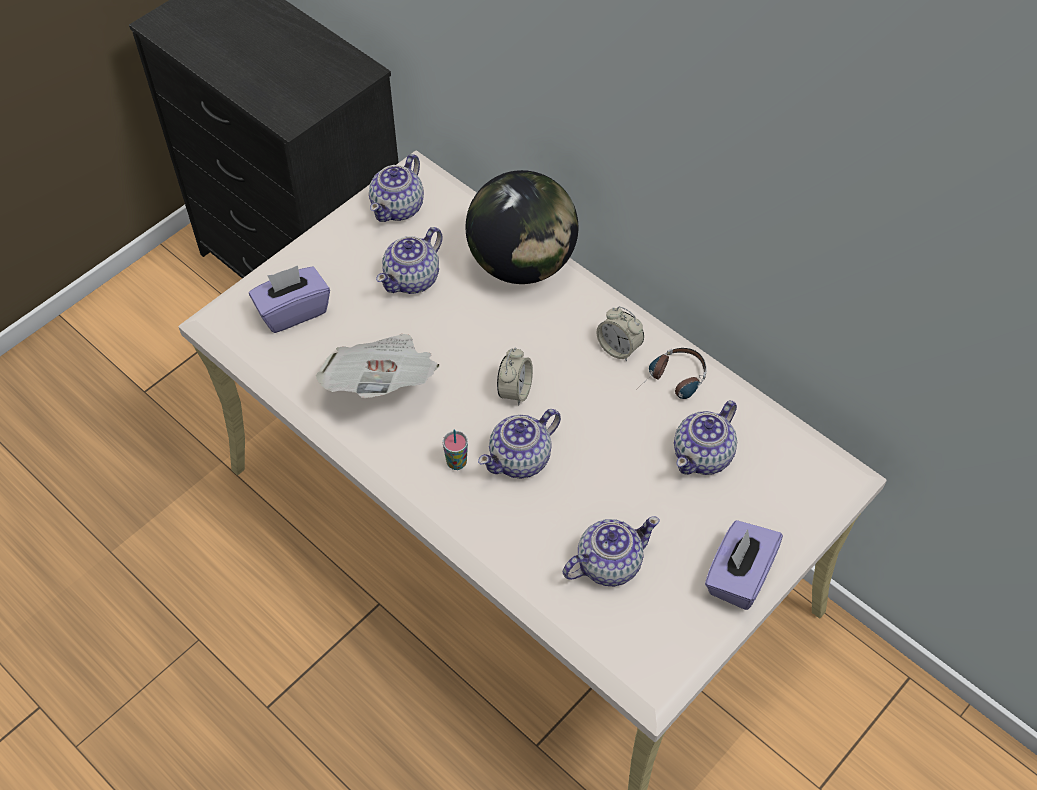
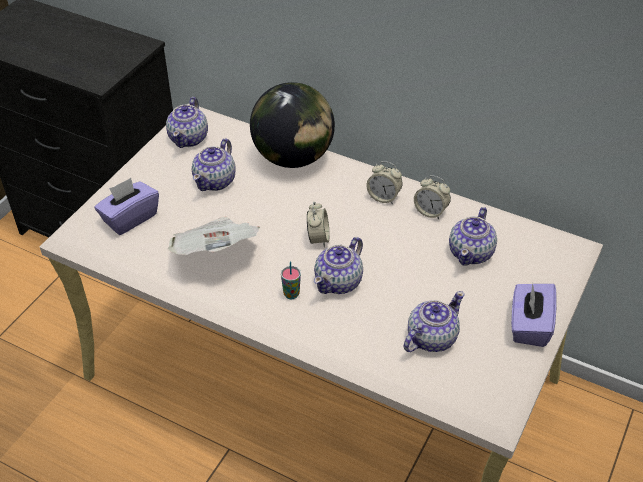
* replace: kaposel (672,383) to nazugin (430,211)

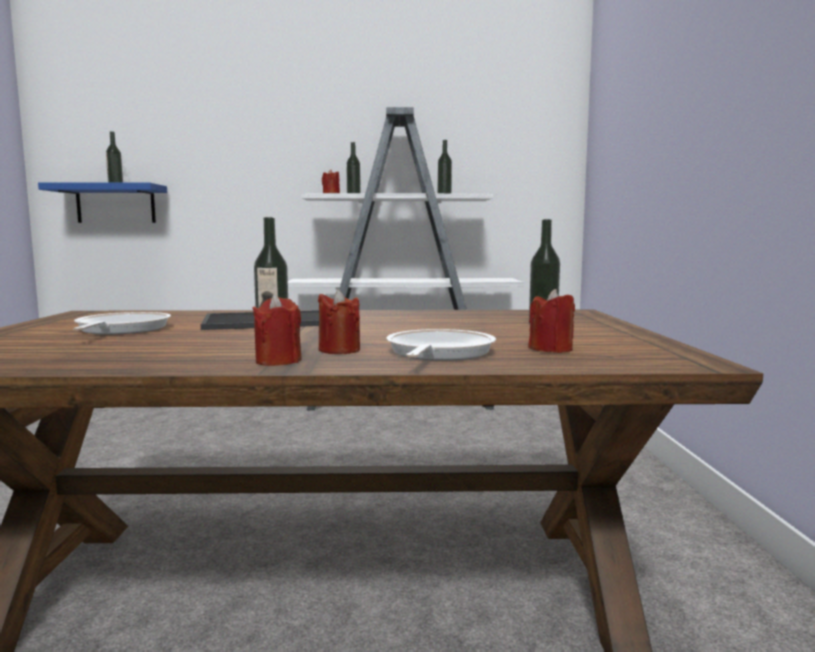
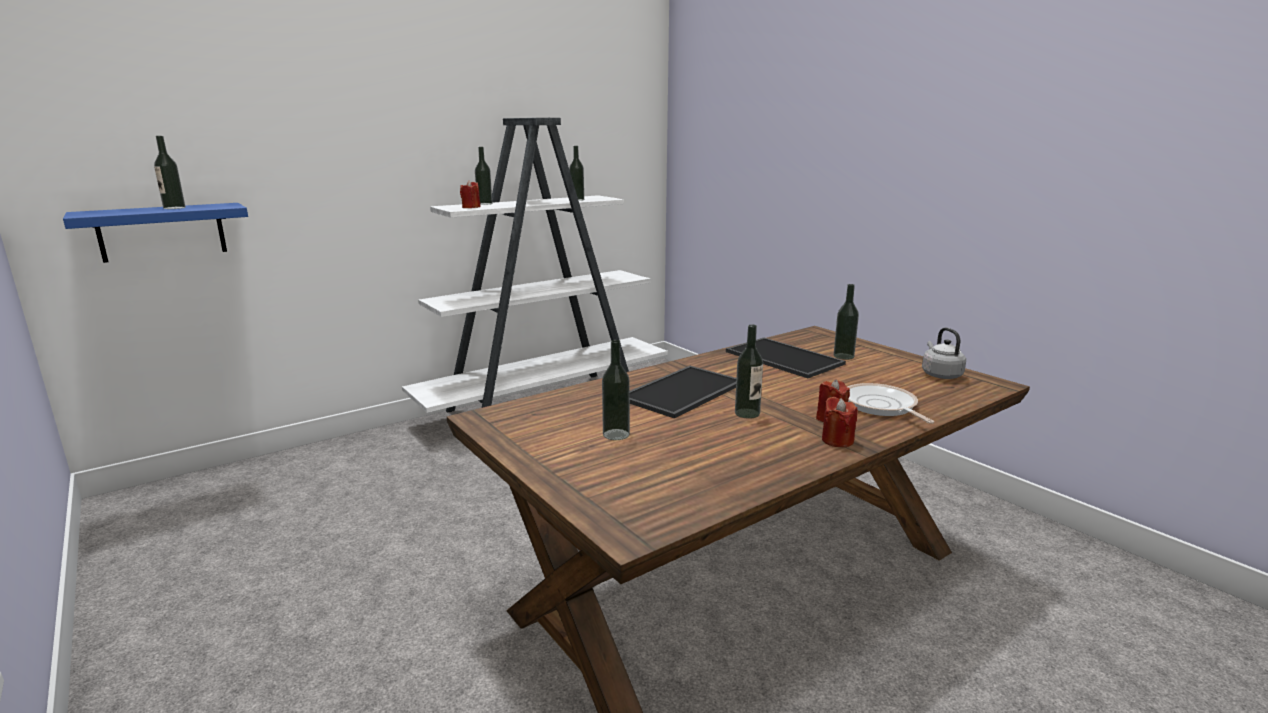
* replace: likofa (120,329) to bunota (616,434)
* insert: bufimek (781,358)
* insert: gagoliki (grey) (940,374)
* delete: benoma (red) (551,349)

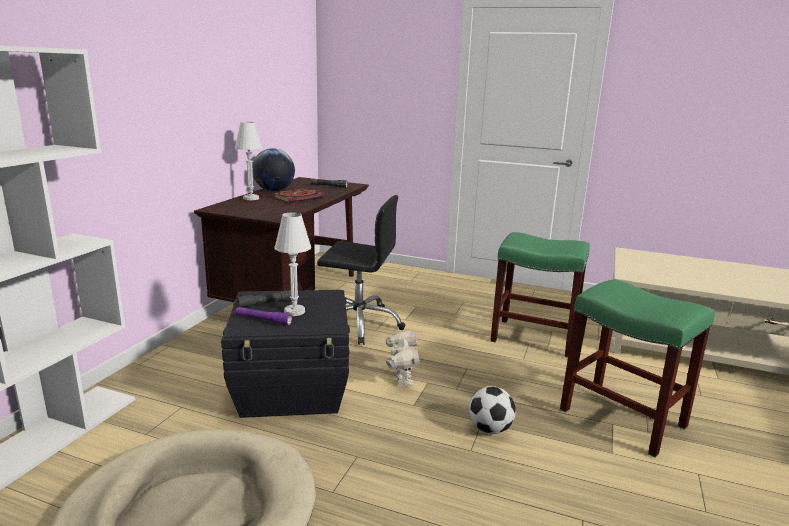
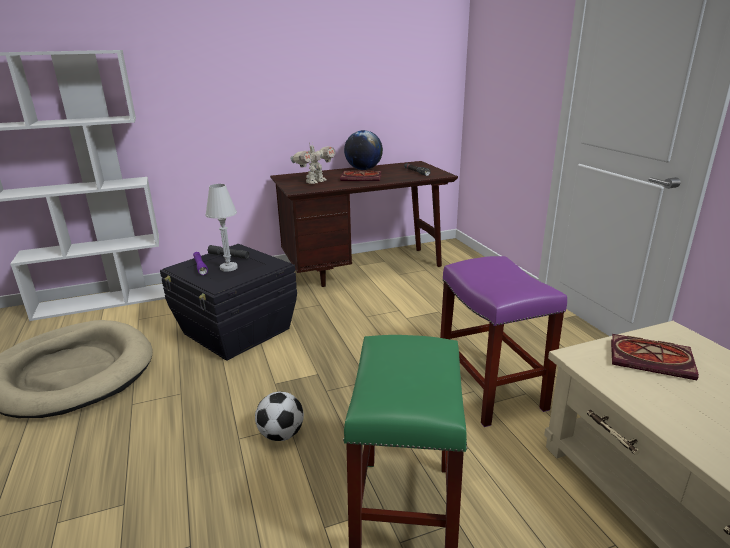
* move: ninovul (402,380) to (315,182)
* recolor: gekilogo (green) (535,337) to gekilogo (purple) (491,389)
* insert: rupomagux (652,359)
* delete: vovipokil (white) (251,198)
* delete: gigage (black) (359,323)

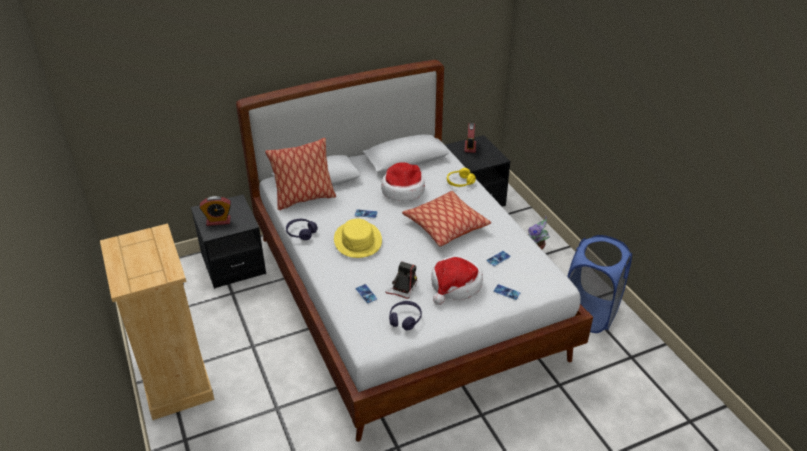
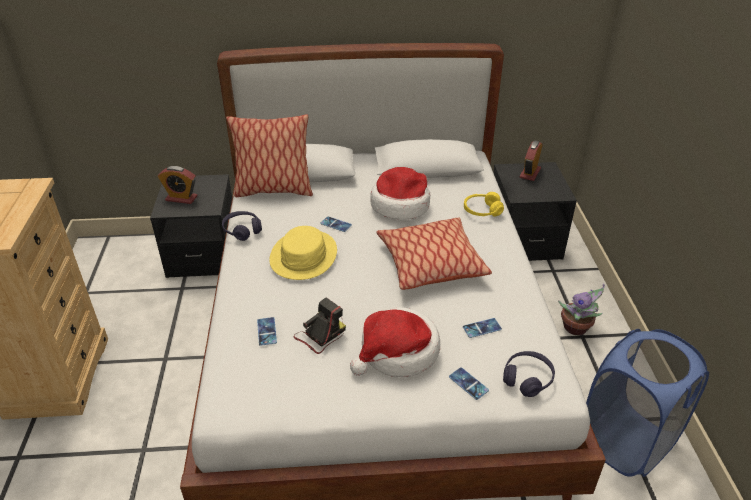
* move: kaposel (purple) (405,319) to (527,379)

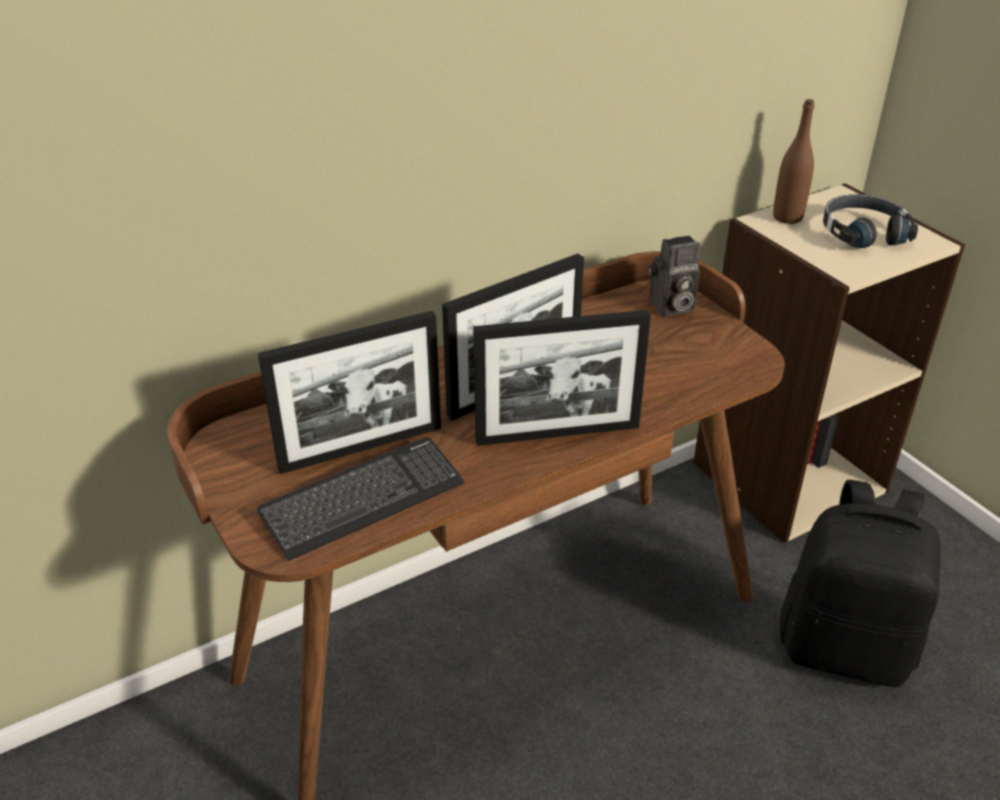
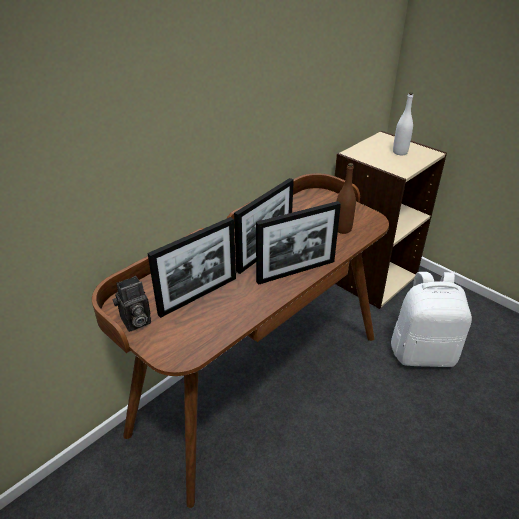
* move: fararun (670,308) to (135,322)
* move: bunota (brown) (787,217) to (342,229)
* recolor: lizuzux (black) (845,647) to lizuzux (white) (423,352)
* replace: kaposel (black) (863,232) to bunota (white) (400,152)
* delete: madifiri (362,500)

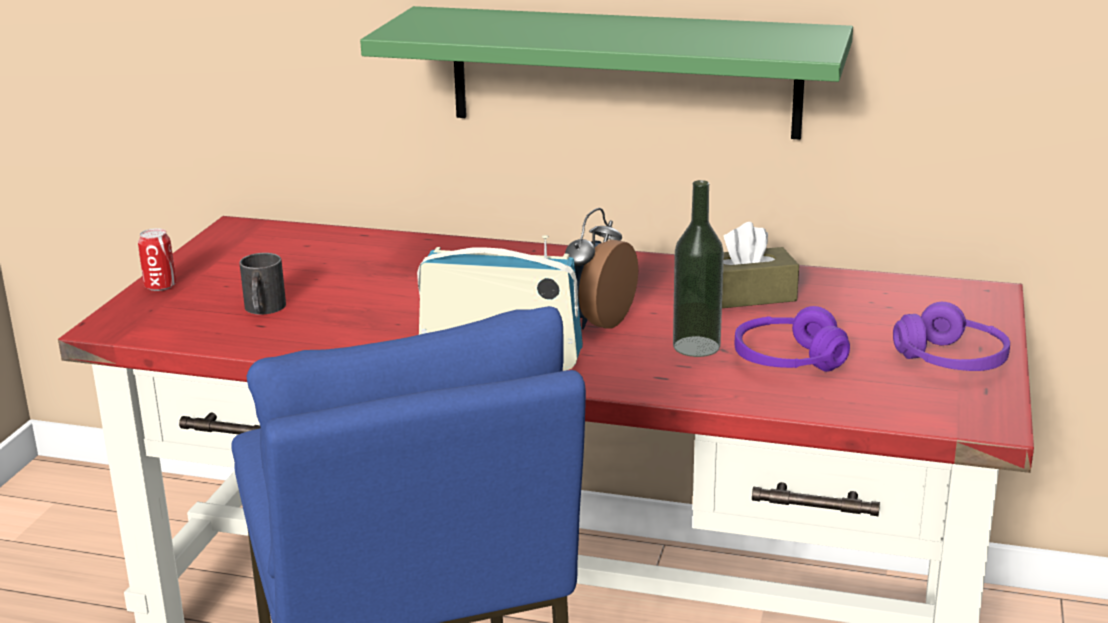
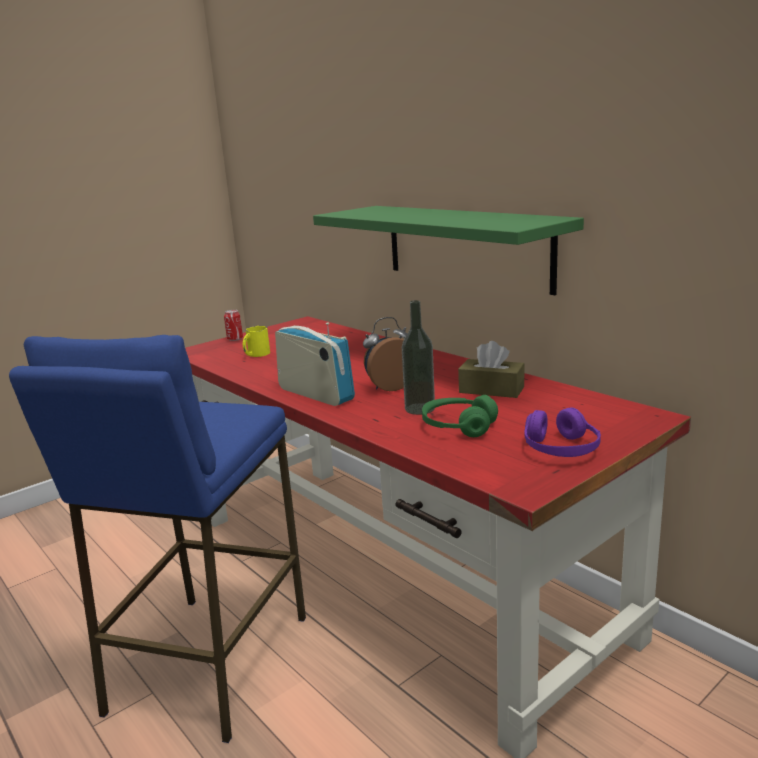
* recolor: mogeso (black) (263,309) to mogeso (yellow) (256,354)
* recolor: kaposel (purple) (788,360) to kaposel (green) (458,426)

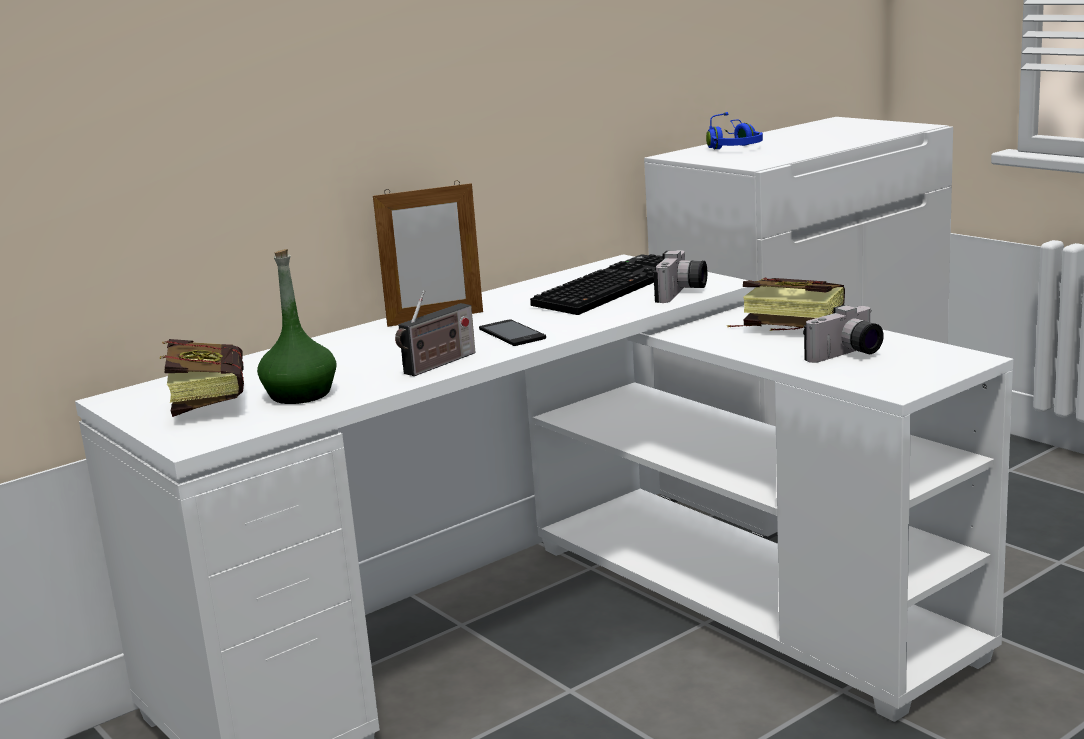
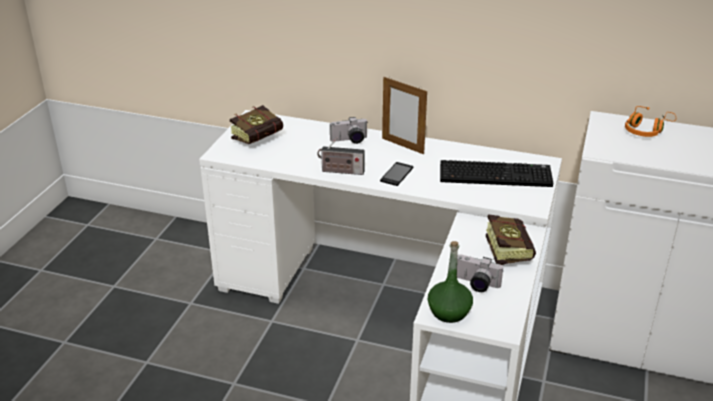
* move: fararun (682,293) to (349,140)
* move: bunota (green) (300,395) to (449,312)
* recolor: kaposel (blue) (734,147) to kaposel (orange) (647,130)

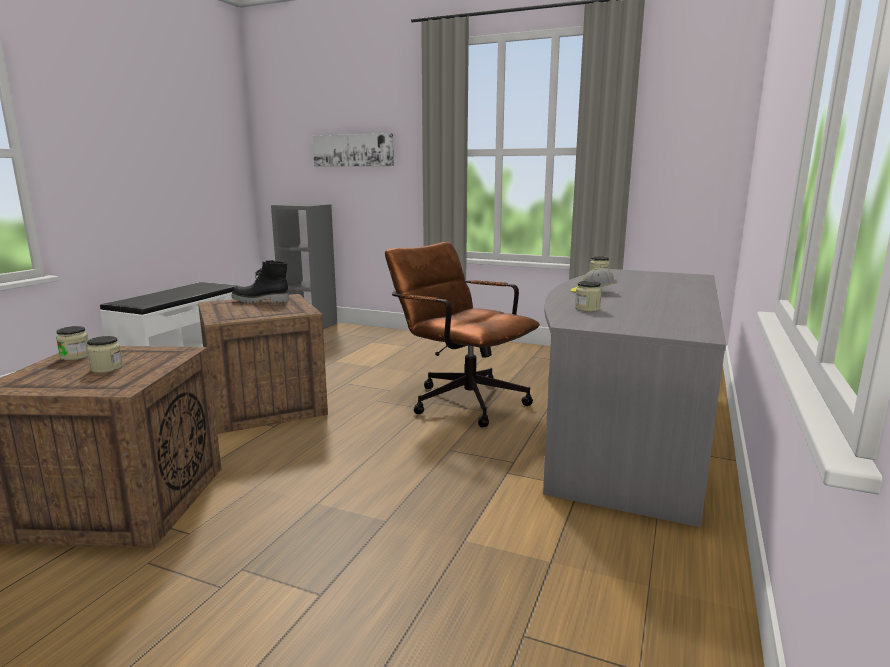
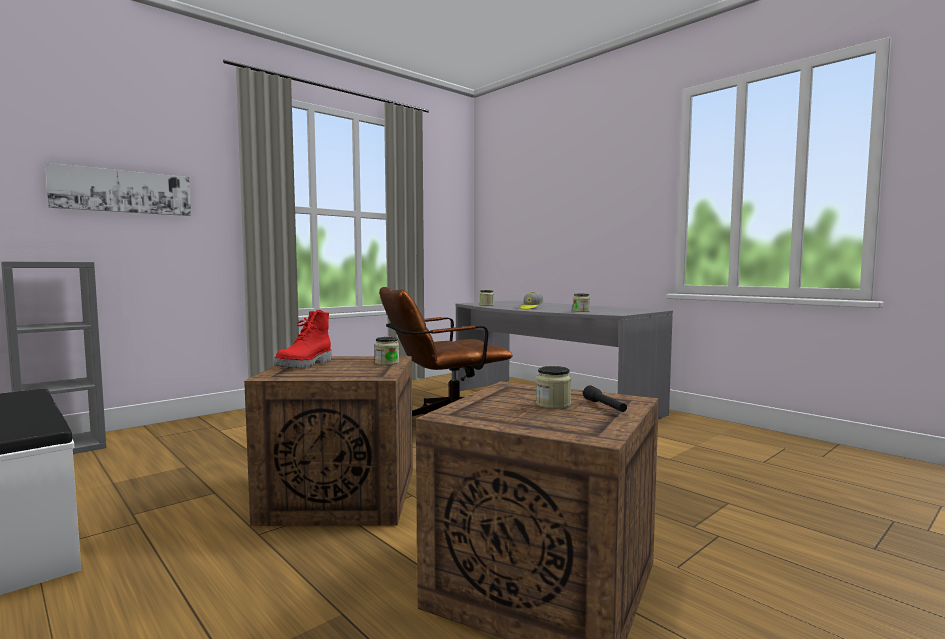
* recolor: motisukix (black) (260,301) to motisukix (red) (305,365)
* move: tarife (75,356) to (387,363)
* insert: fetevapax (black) (605,407)

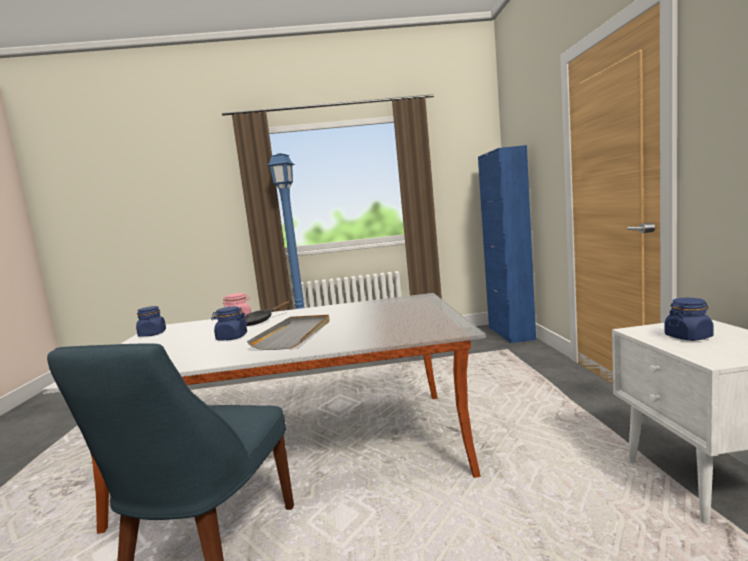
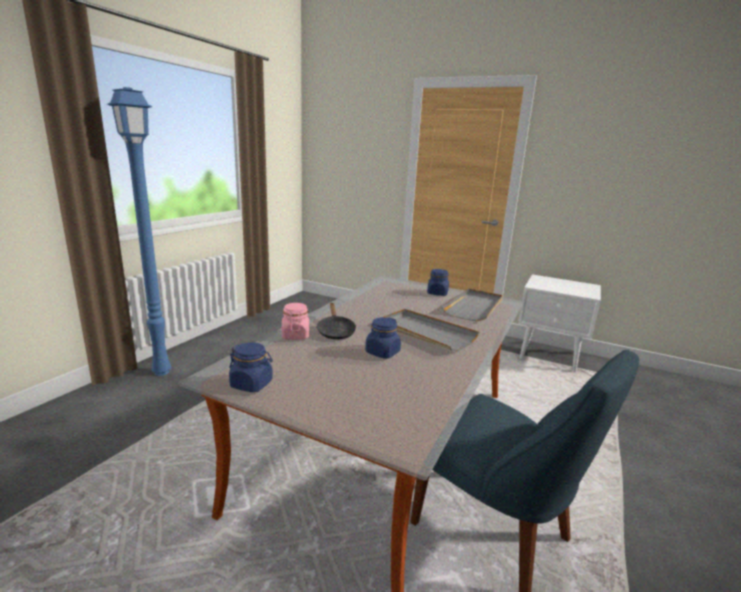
* move: tarife (blue) (688,337) to (437,293)
* insert: bufimek (grey) (474,307)
* delete: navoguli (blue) (510,333)

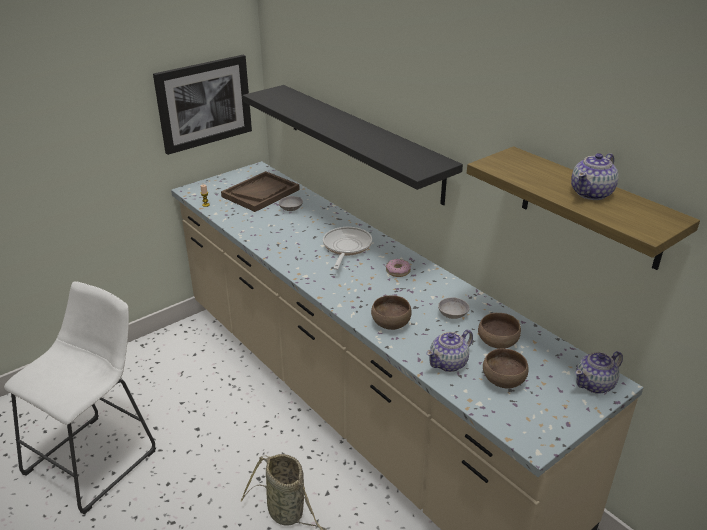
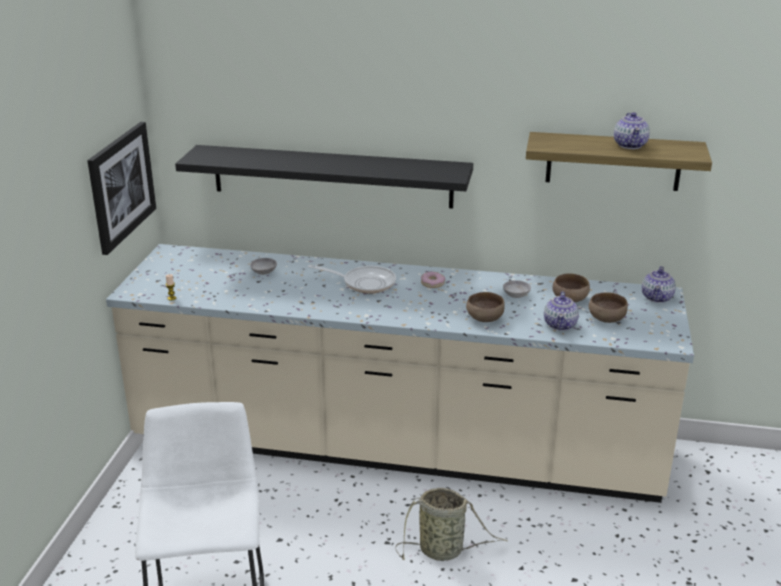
* rotate: likofa (346,248) = (364,283) 135 degrees clockwise
* delete: bufimek (brown) (261,193)

